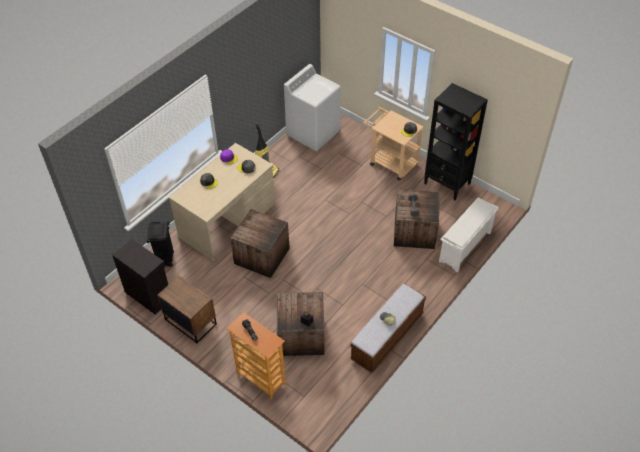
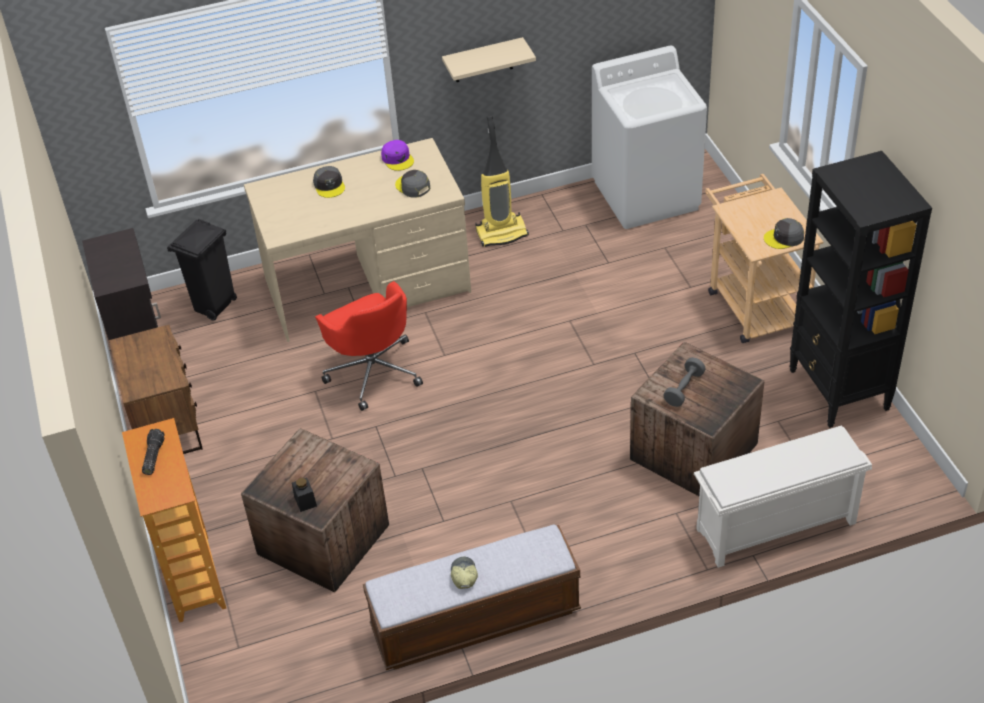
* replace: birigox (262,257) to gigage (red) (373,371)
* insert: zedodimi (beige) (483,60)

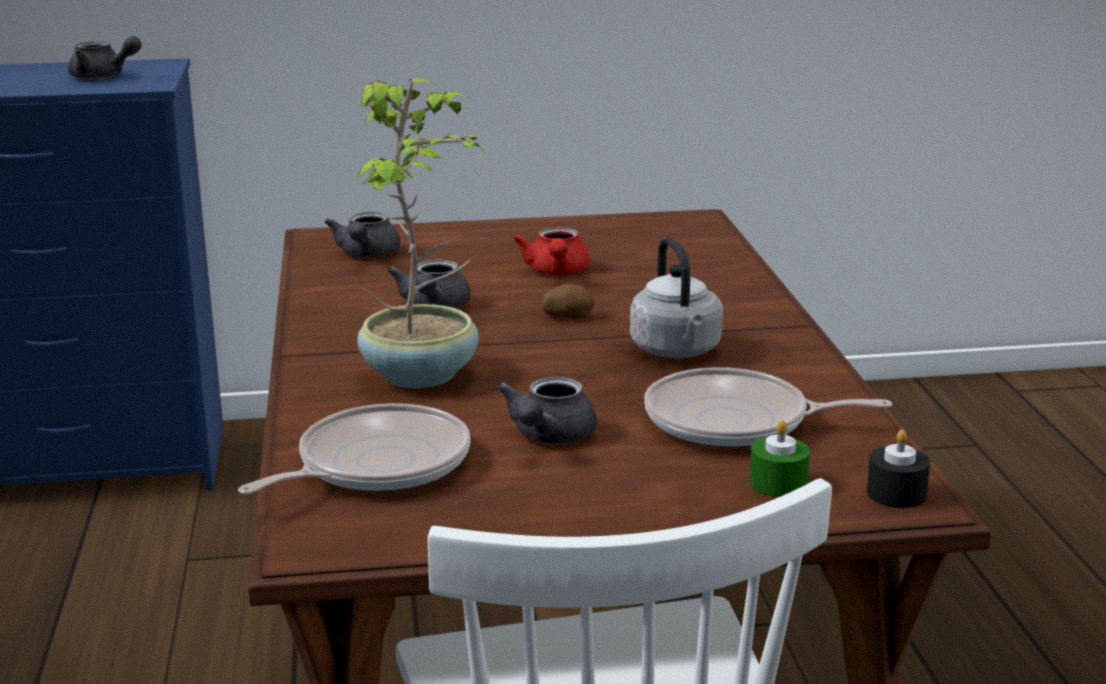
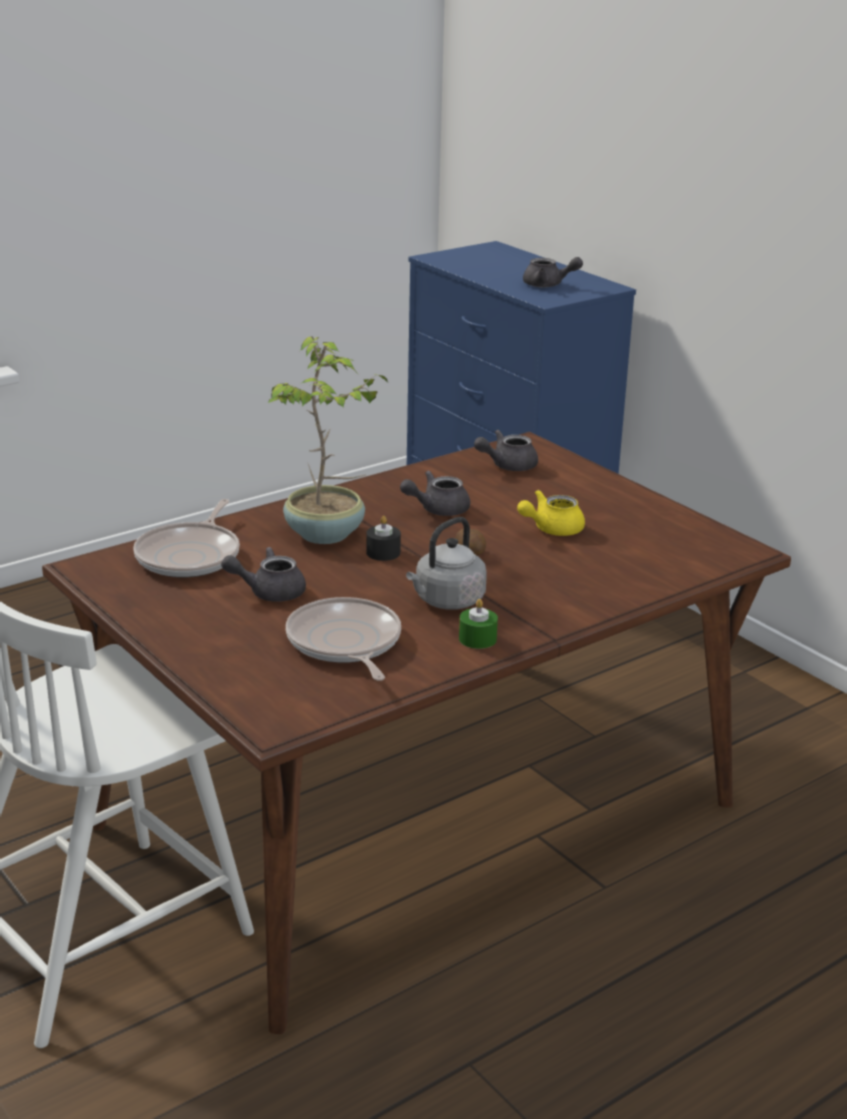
* rotate: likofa (376,465) = (191,556) 90 degrees clockwise
* move: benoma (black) (896,494) to (383,552)
* move: benoma (green) (778,483) to (477,639)
* recolor: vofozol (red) (556,272) to vofozol (yellow) (551,529)
* rotate: vofozol (grey) (103,77) = (548,285) 60 degrees counterclockwise

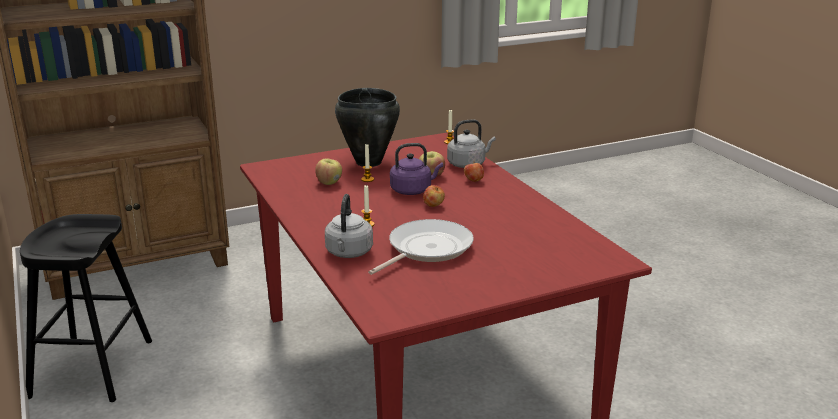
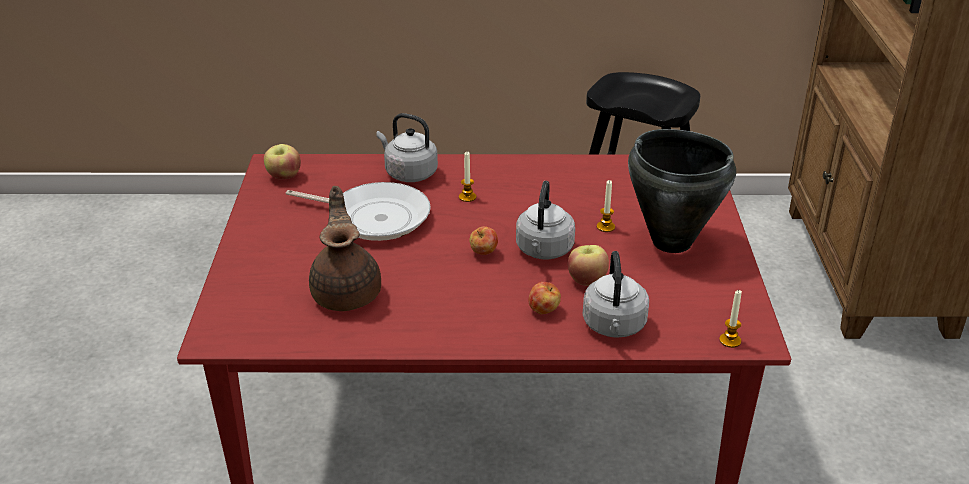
* move: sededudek (329,182) to (284,176)
* rotate: likofa (426,249) = (374,217) 45 degrees counterclockwise
* insert: vofozol (brown) (347,292)
* recolor: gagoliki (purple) (413,190) to gagoliki (grey) (544,251)

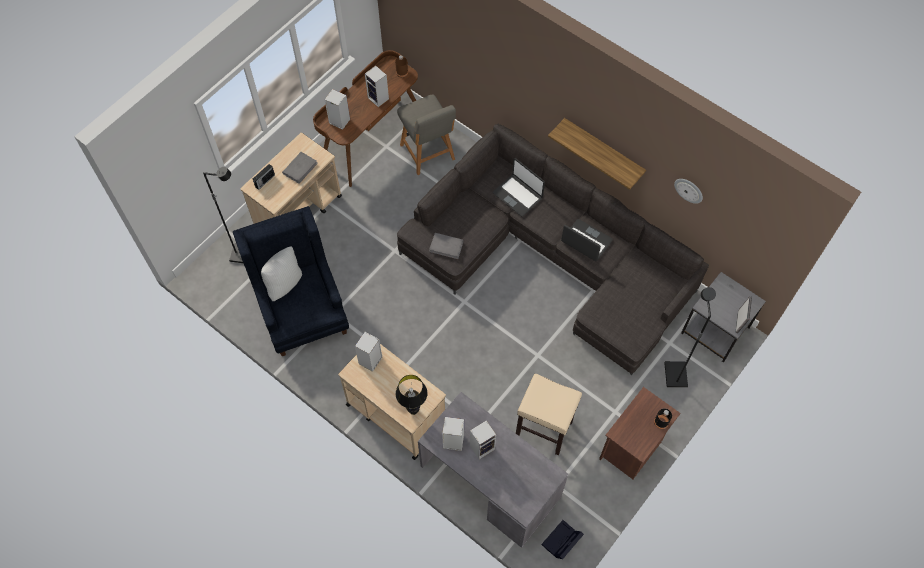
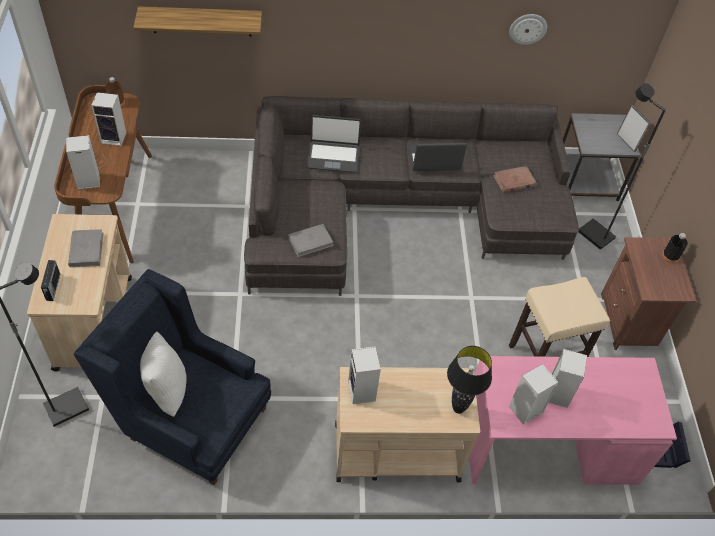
* move: zedodimi (603,150) to (201,21)
* recolor: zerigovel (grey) (489,482) to zerigovel (pink) (548,446)
* insert: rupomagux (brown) (514,181)
* delete: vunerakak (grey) (428,154)

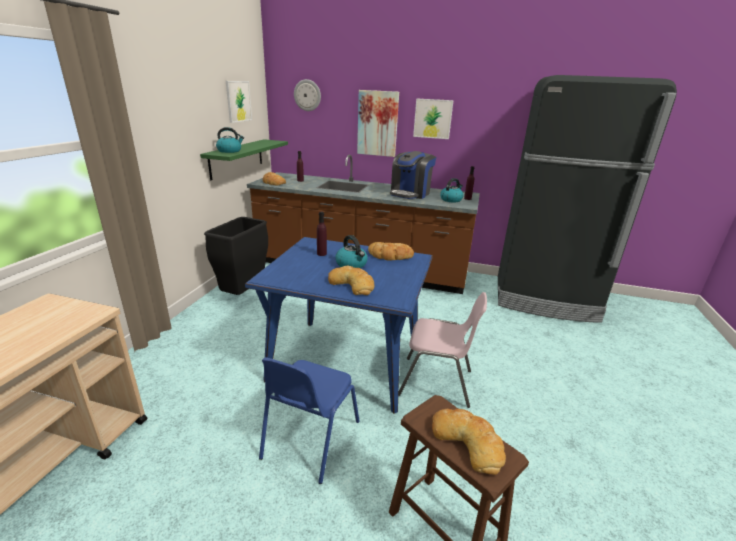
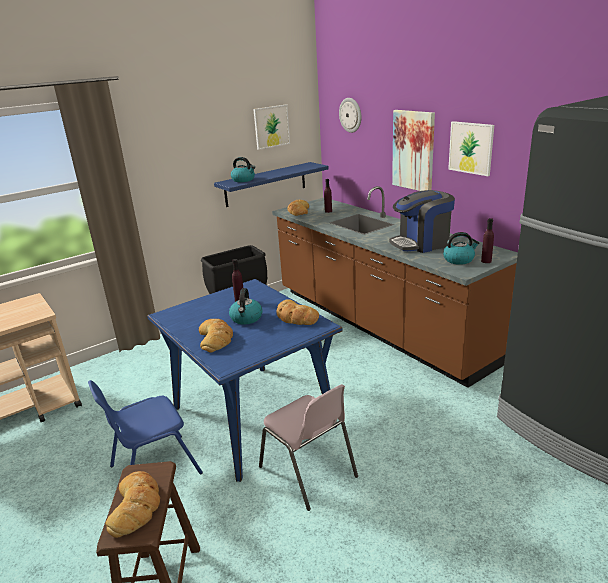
* recolor: zedodimi (green) (237,158) to zedodimi (blue) (265,184)

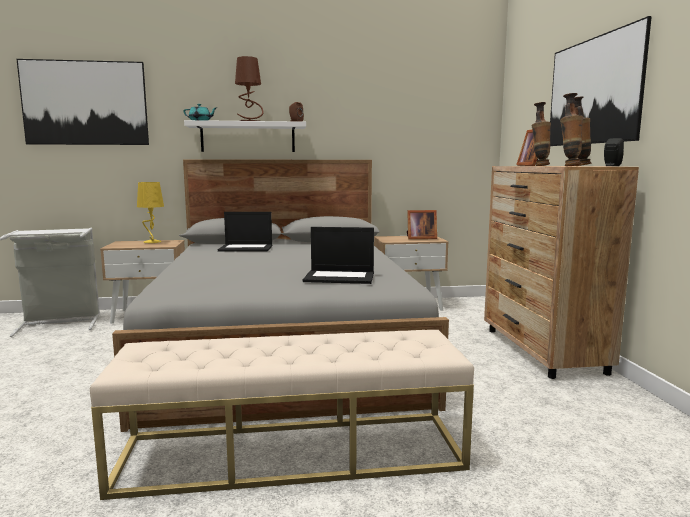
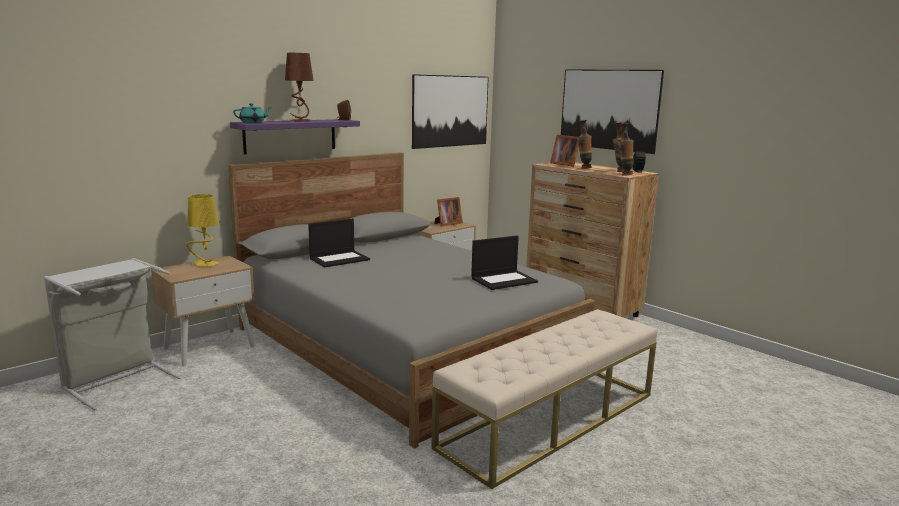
* recolor: zedodimi (white) (248,137) to zedodimi (purple) (290,136)
* move: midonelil (85,103) to (450,111)

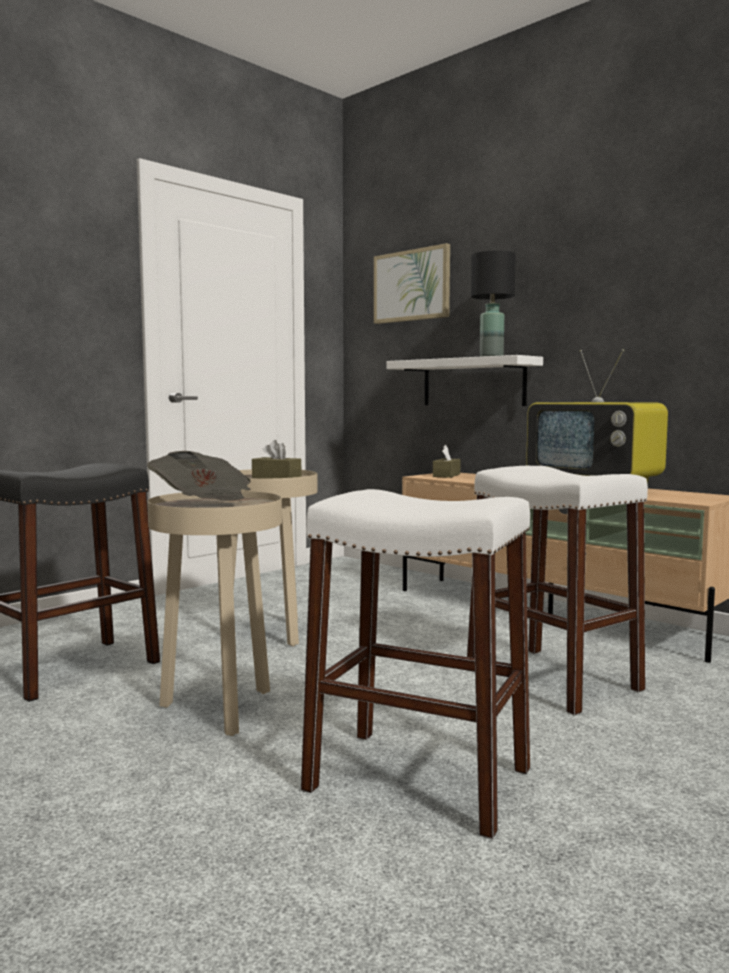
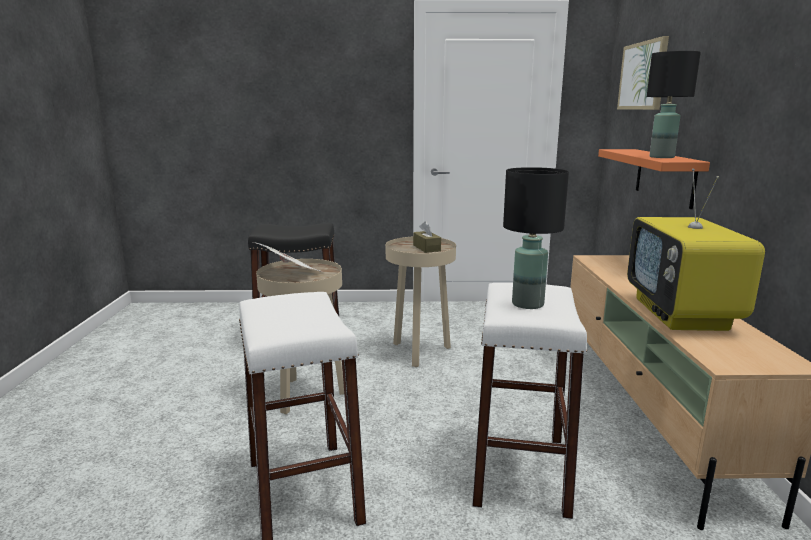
* insert: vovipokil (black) (528,304)
* recolor: zedodimi (white) (473,382) to zedodimi (orange) (664,176)
* delete: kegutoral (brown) (446,475)

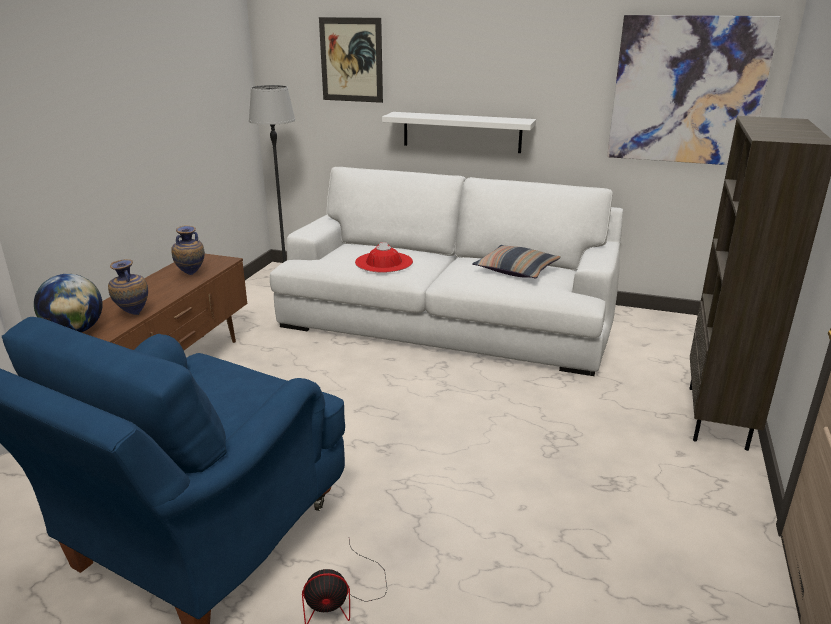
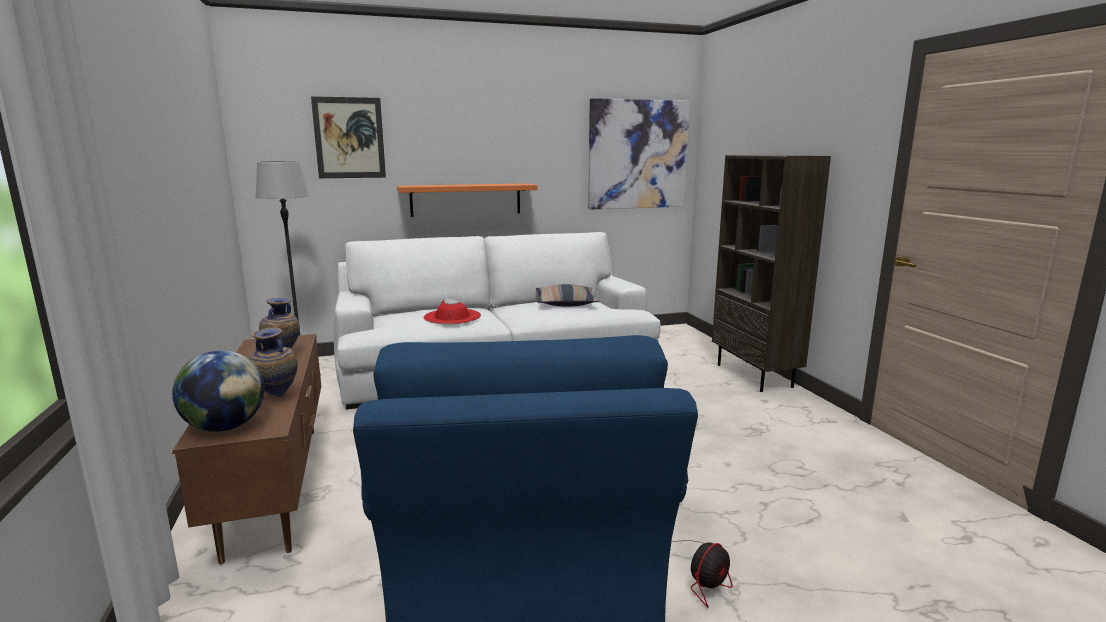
* recolor: zedodimi (white) (461,132) to zedodimi (orange) (466,199)

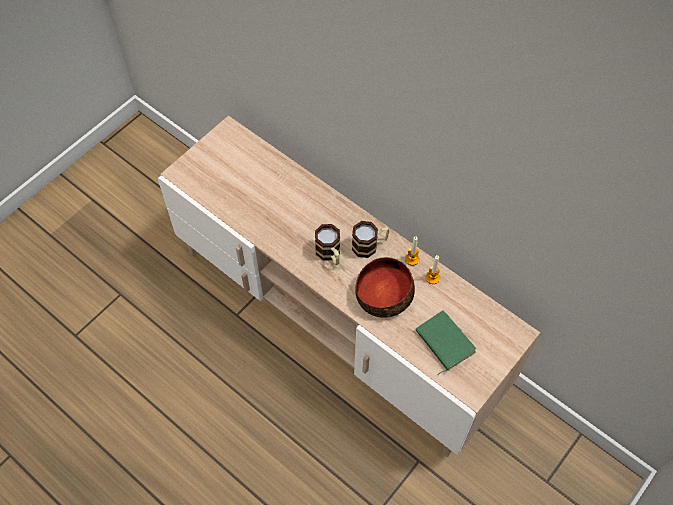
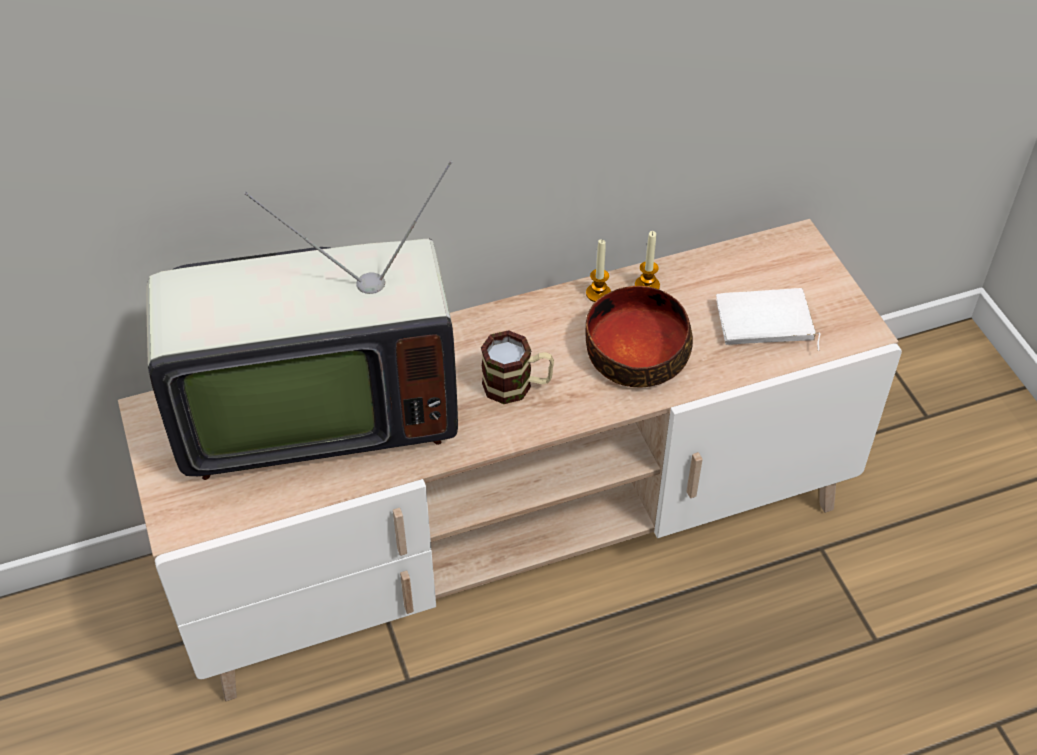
* insert: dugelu (312,412)
* recolor: rupomagux (green) (443,342) to rupomagux (white) (764,324)
* delete: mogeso (369,245)

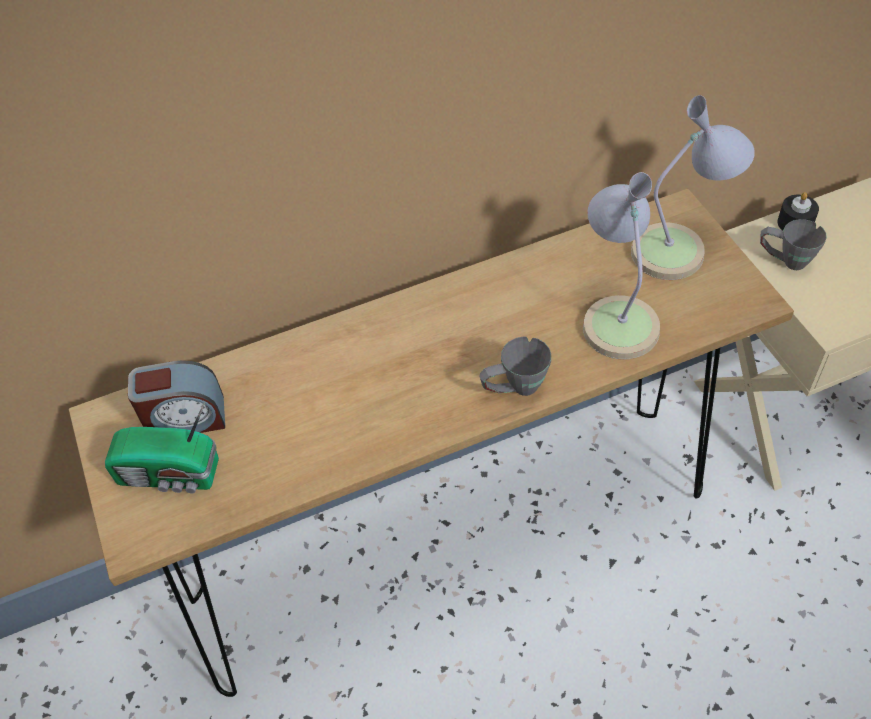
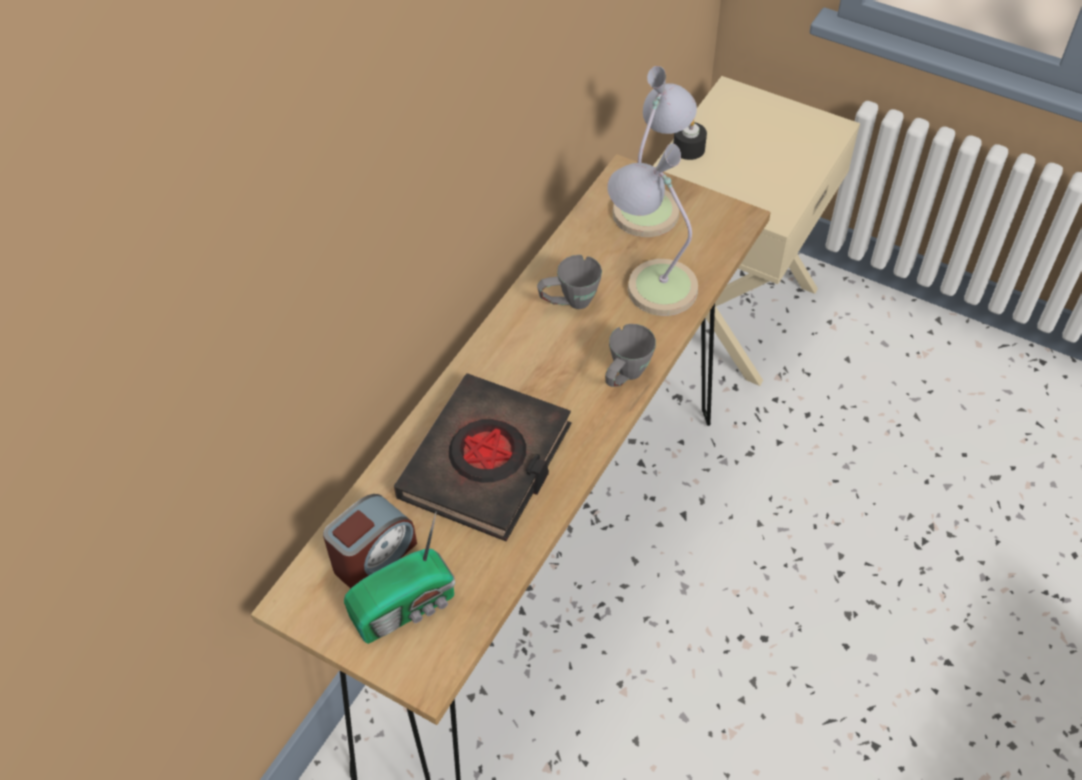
* insert: rupomagux (black) (486,463)
* move: mogeso (grey) (784,261) to (569,303)

